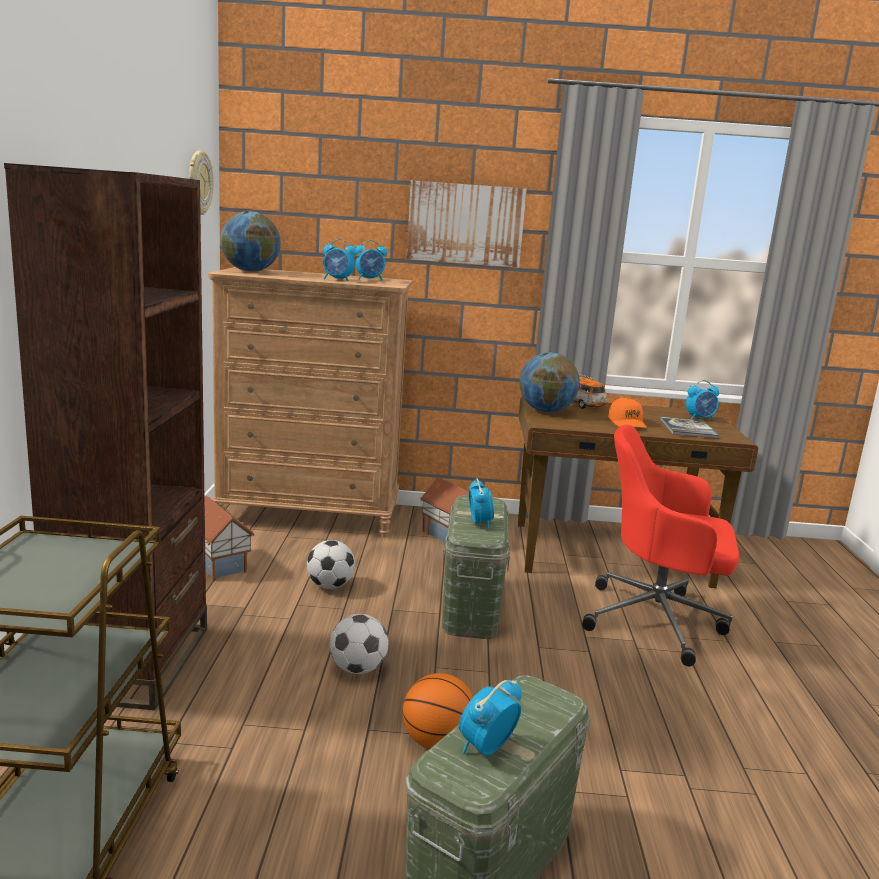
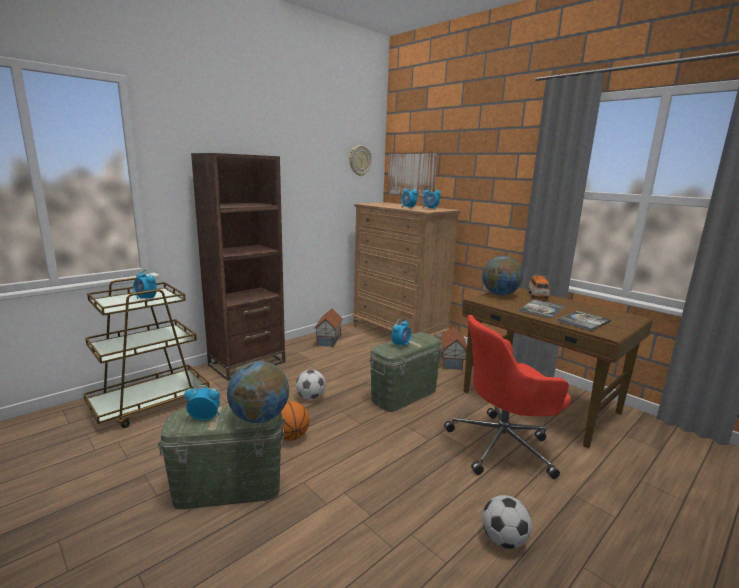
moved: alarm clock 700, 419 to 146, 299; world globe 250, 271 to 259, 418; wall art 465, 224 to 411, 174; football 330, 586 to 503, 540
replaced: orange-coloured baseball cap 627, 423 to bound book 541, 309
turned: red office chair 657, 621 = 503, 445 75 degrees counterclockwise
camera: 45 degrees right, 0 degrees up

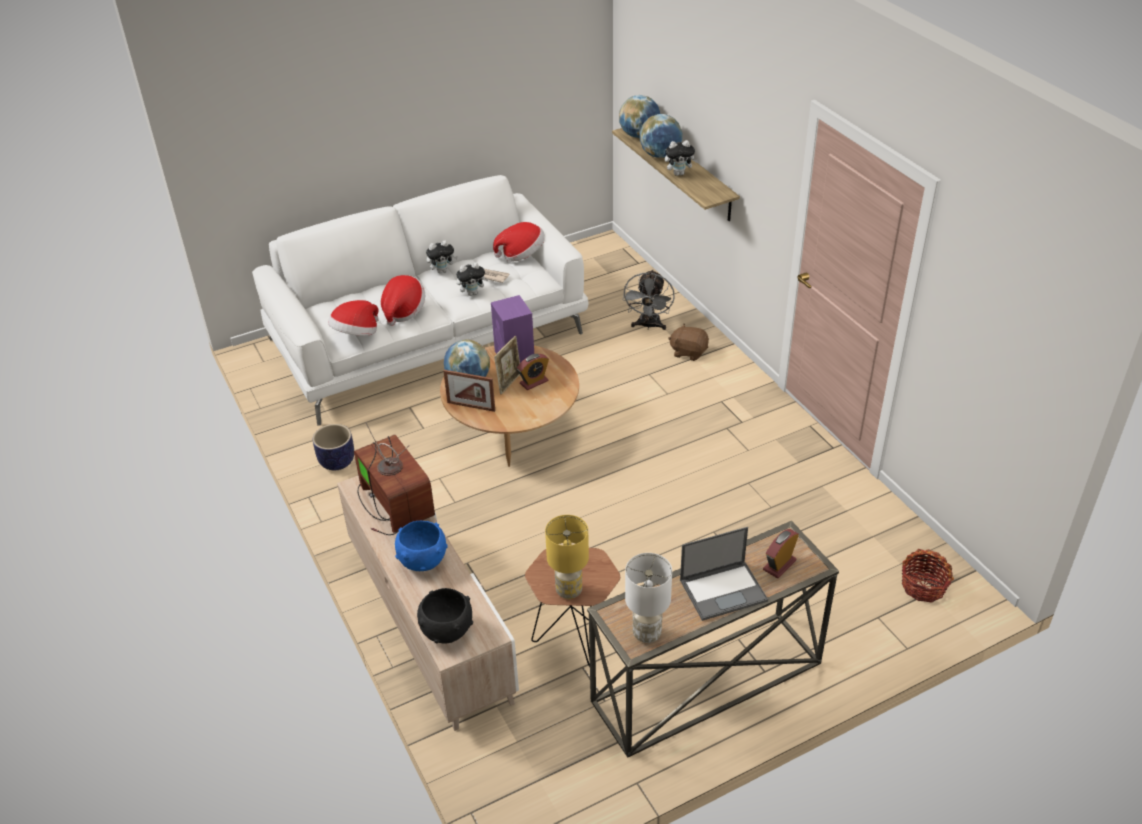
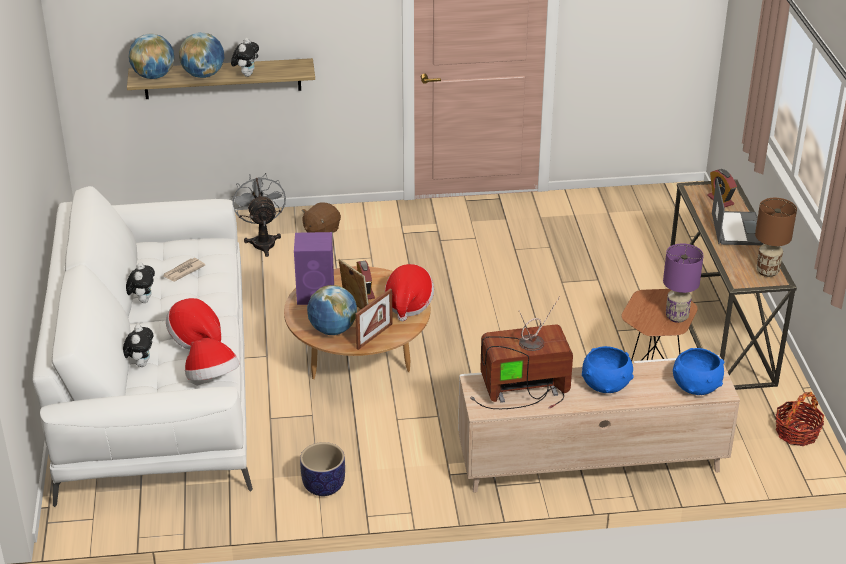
moved: soft toy 472, 293 to 140, 363; clothing hat 522, 254 to 408, 304; basket 923, 586 to 796, 433
recoloured: yellow tabletop lamp 569, 590 to purplish tabletop lamp 676, 316; black-coloured deep dish 447, 630 to blue-coloured deep dish 695, 387; white-coloured tabletop lamp 646, 634 to brownish tabletop lamp 767, 272
turned: grey cooling fan 648, 326 = 263, 241 135 degrees counterclockwise
camera: 70 degrees left, 5 degrees down

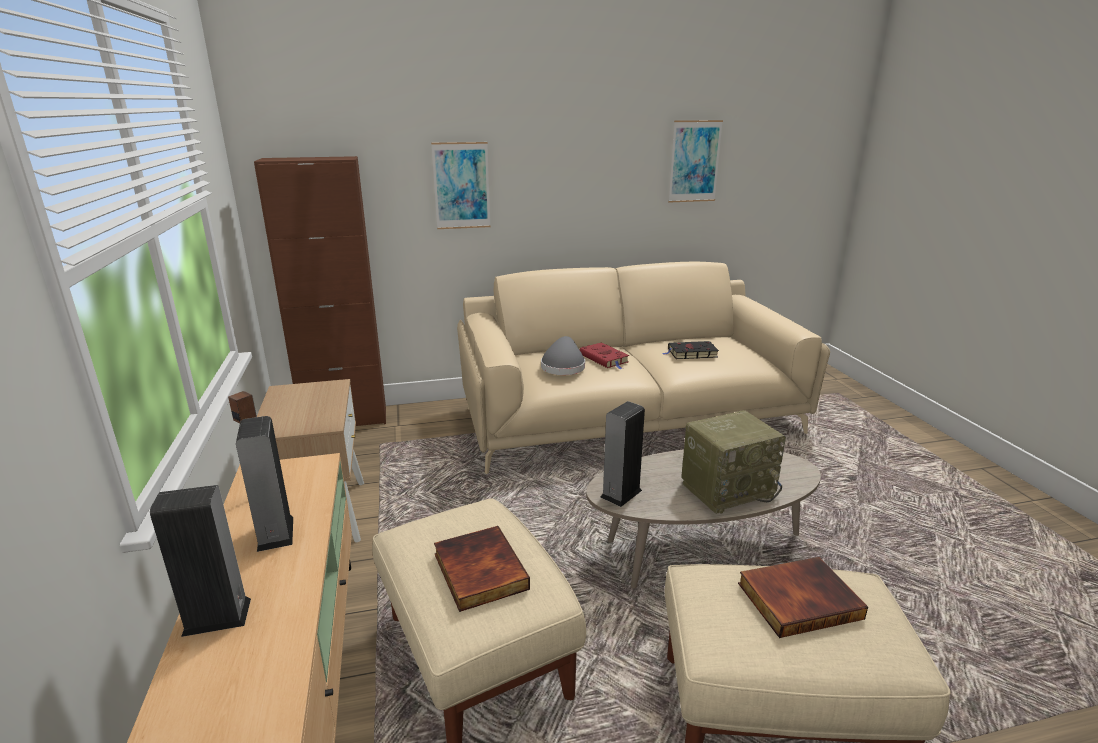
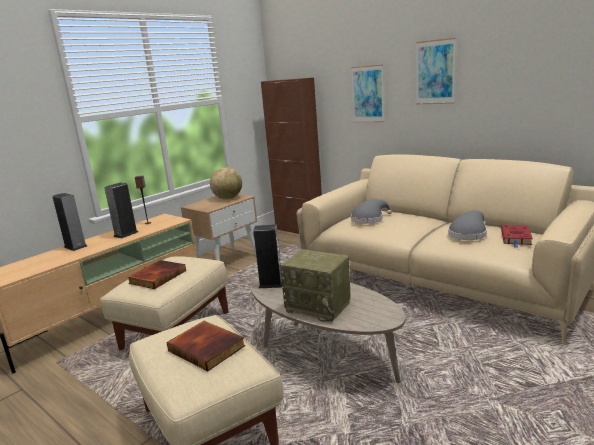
added: world globe 228, 198
moved: wall art 694, 161 to 435, 72; red bound book 604, 359 to 516, 238
replaced: black-coloured bound book 691, 353 to grey clothing hat 468, 234
camera: 55 degrees right, 5 degrees down

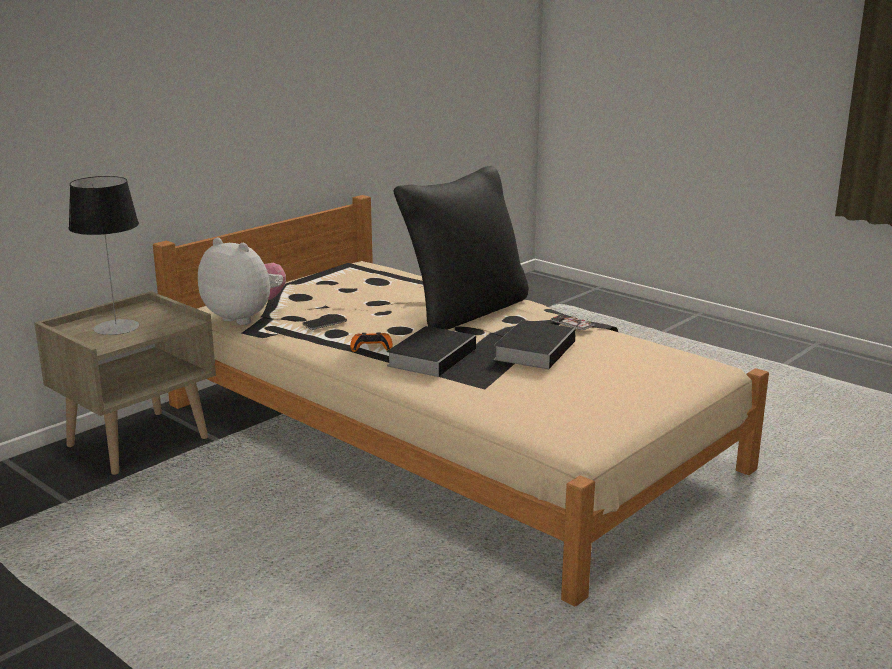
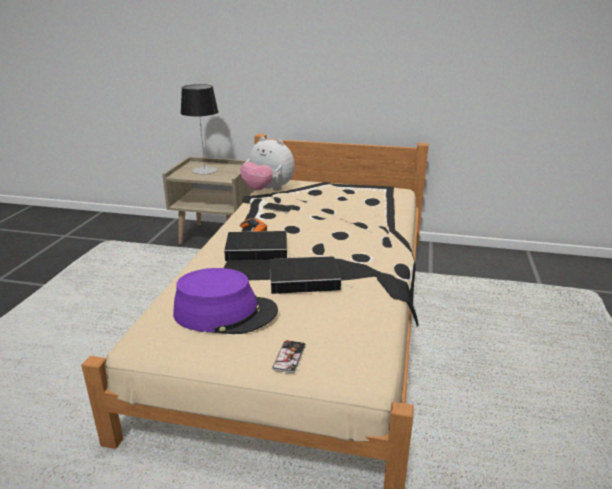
removed: black-coloured cushion 465, 311
added: purplish clothing hat 225, 313
moved: phone 572, 323 to 289, 357
turned: soft toy 244, 317 = 268, 190 120 degrees clockwise
camera: 60 degrees right, 5 degrees up

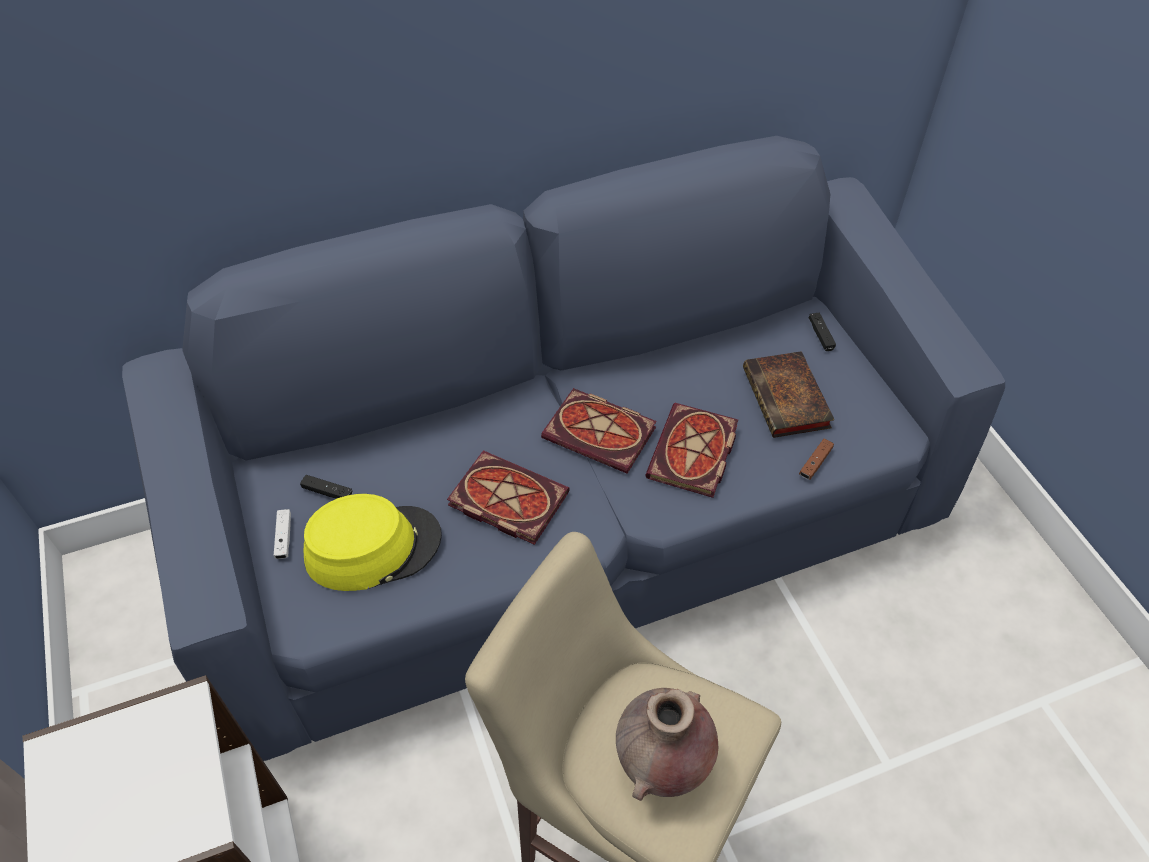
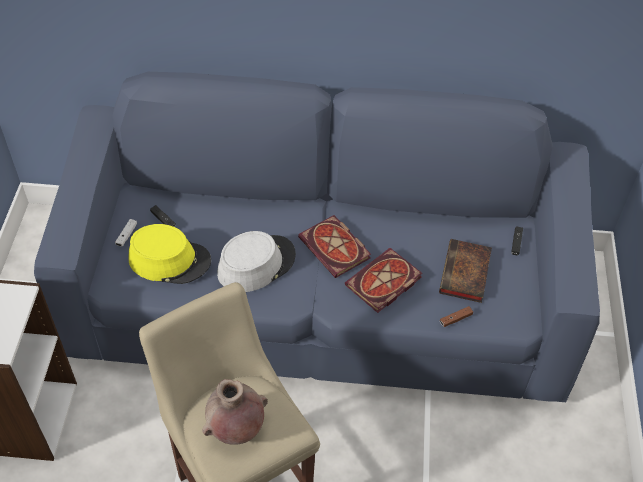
replaced: bound book 505, 500 to grey clothing hat 256, 264
camera: 25 degrees right, 0 degrees up

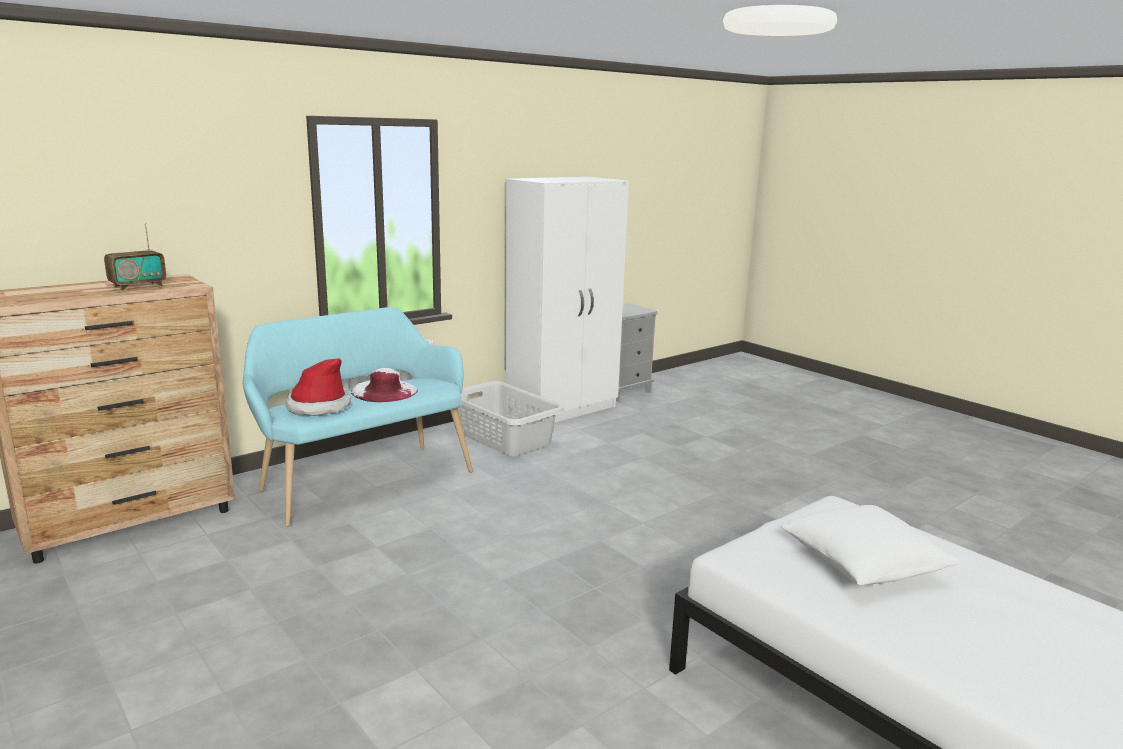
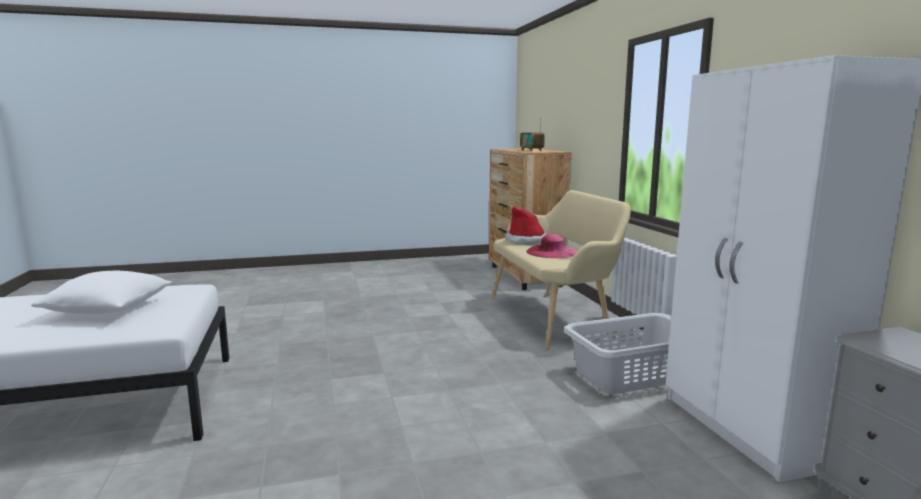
recoloured: turquoise-coloured bench 362, 479 to beige-coloured bench 553, 317; white-coloured clothing hat 384, 391 to pinkish clothing hat 552, 252
camera: 115 degrees right, 5 degrees down

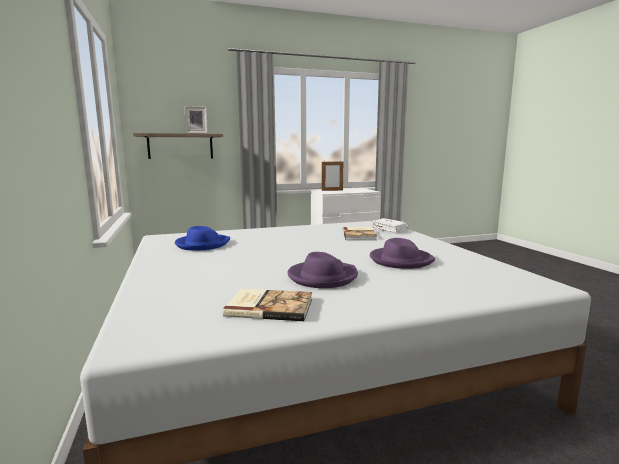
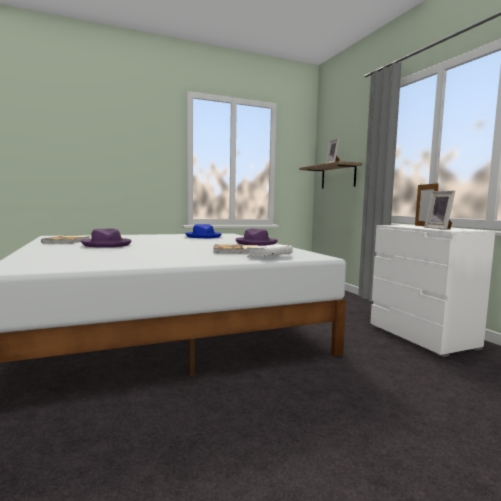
added: picture frame 440, 228
moved: purplish clothing hat 400, 260 to 256, 243
camera: 85 degrees right, 5 degrees down

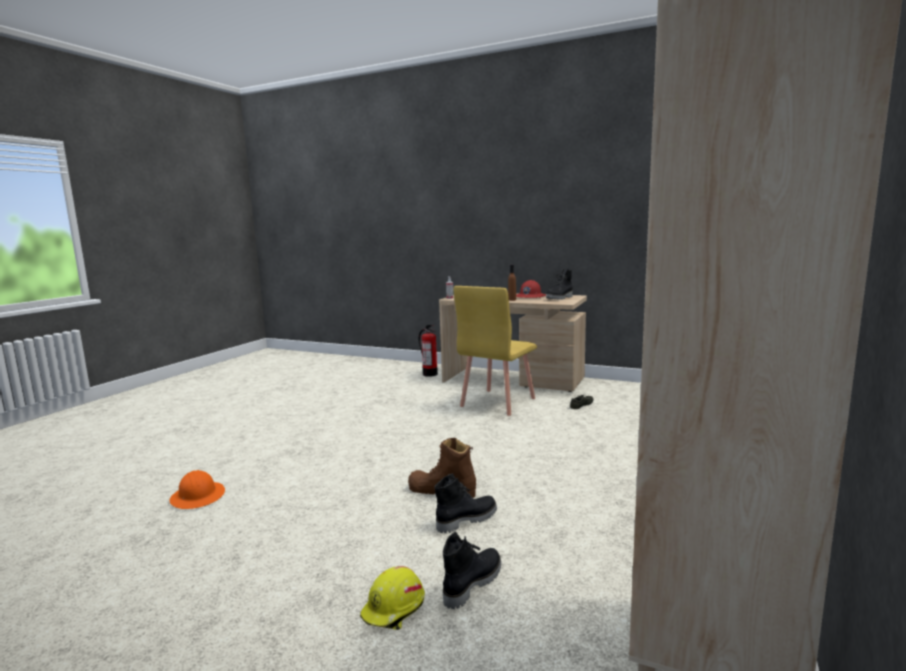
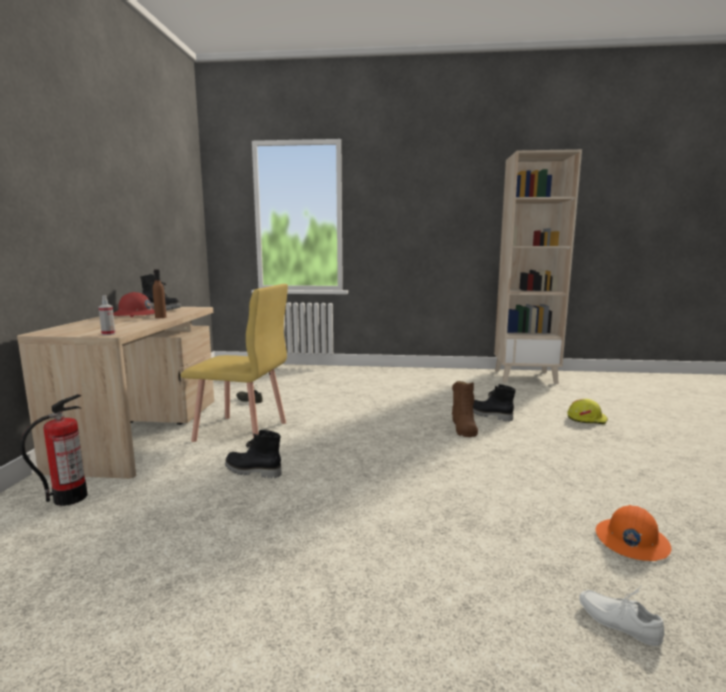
added: white-coloured low shoe 619, 621
moved: black-coloured tall boot 472, 583 to 252, 471
camera: 110 degrees left, 0 degrees up

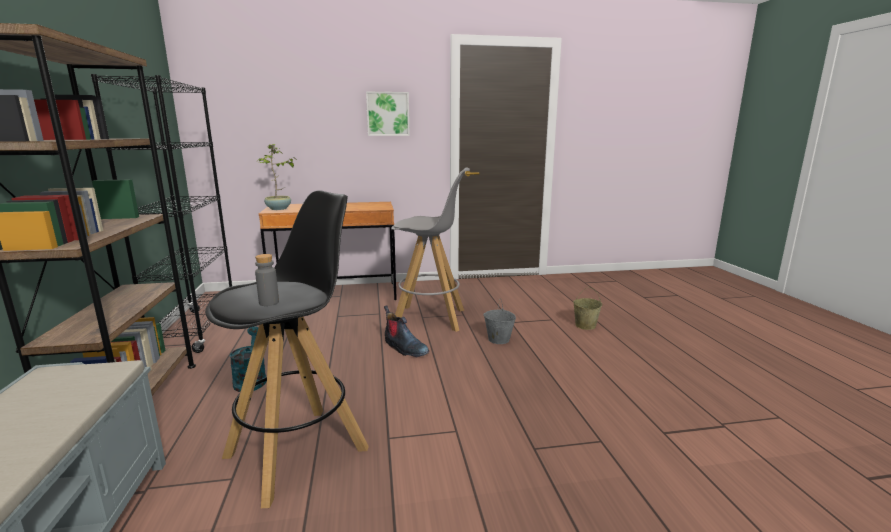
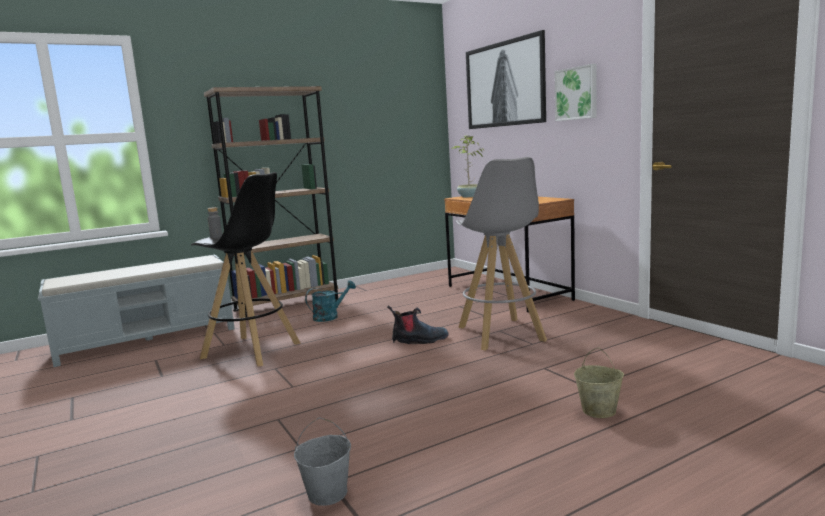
removed: black-coloured bookshelf 196, 330
added: wall art 504, 84
moved: grey bucket 498, 339 to 328, 493
turned: tall boot 404, 348 = 419, 340 120 degrees counterclockwise
camera: 70 degrees right, 5 degrees down

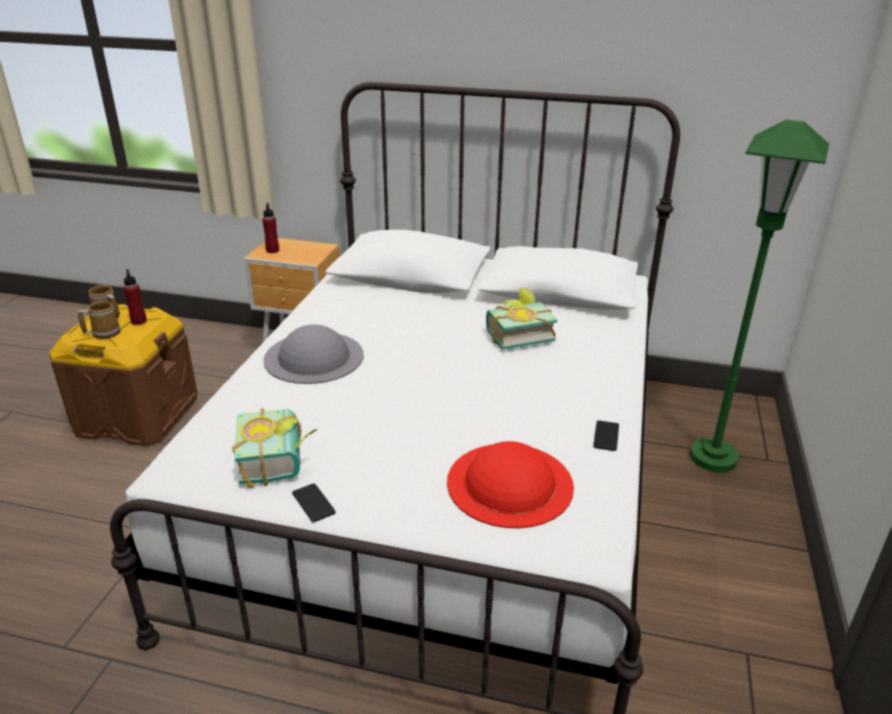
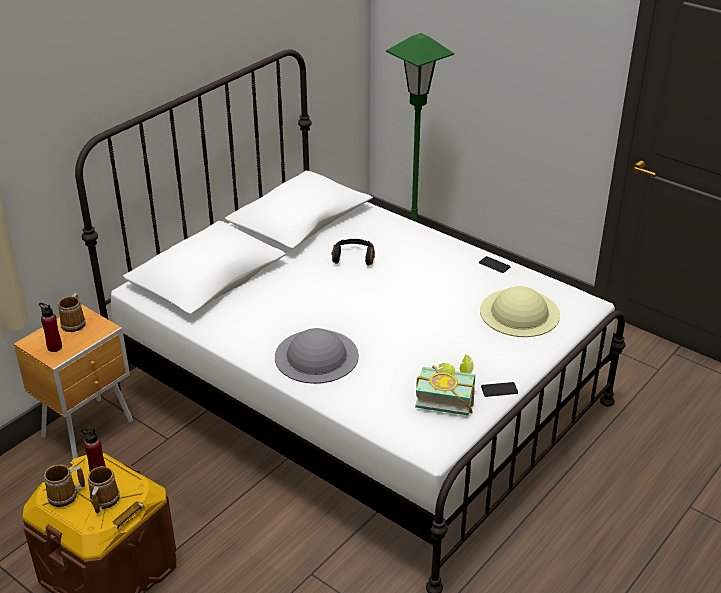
added: mug 74, 323
replaced: bound book 517, 335 to black-coloured headset 354, 257
recoloured: red clothing hat 509, 483 to beige-coloured clothing hat 519, 312
camera: 65 degrees left, 5 degrees up

